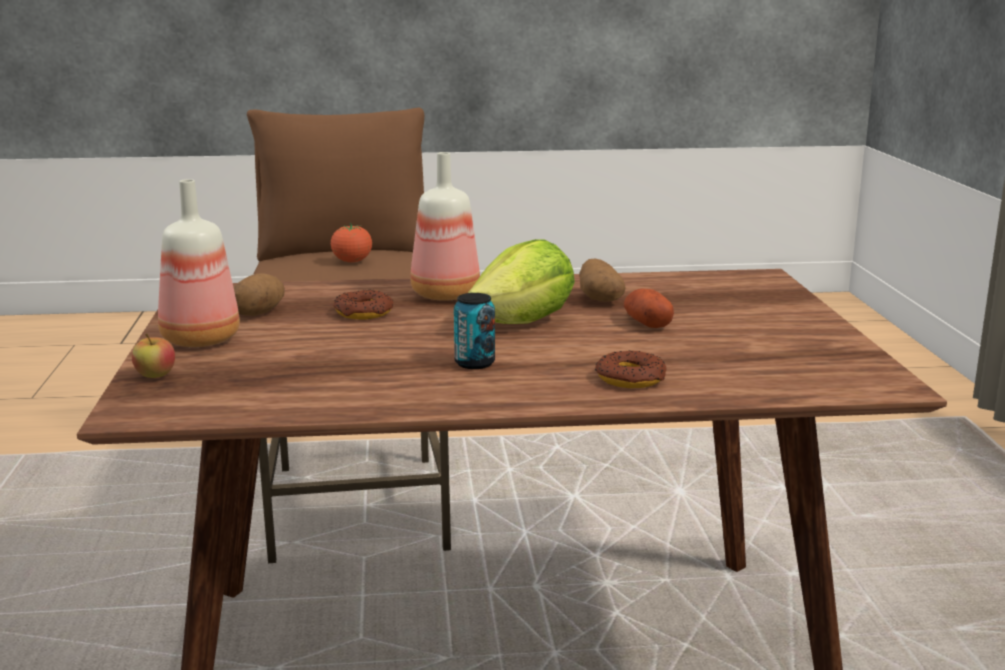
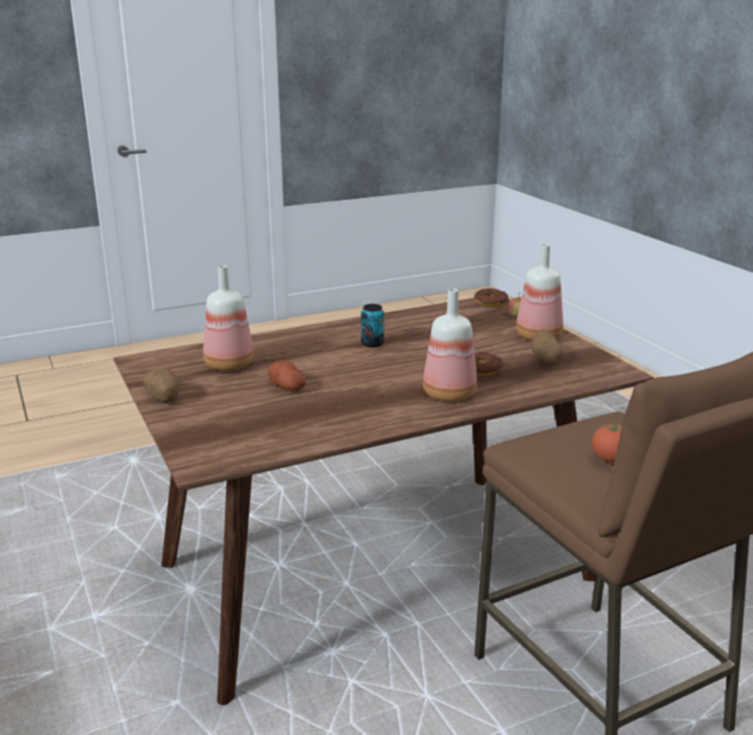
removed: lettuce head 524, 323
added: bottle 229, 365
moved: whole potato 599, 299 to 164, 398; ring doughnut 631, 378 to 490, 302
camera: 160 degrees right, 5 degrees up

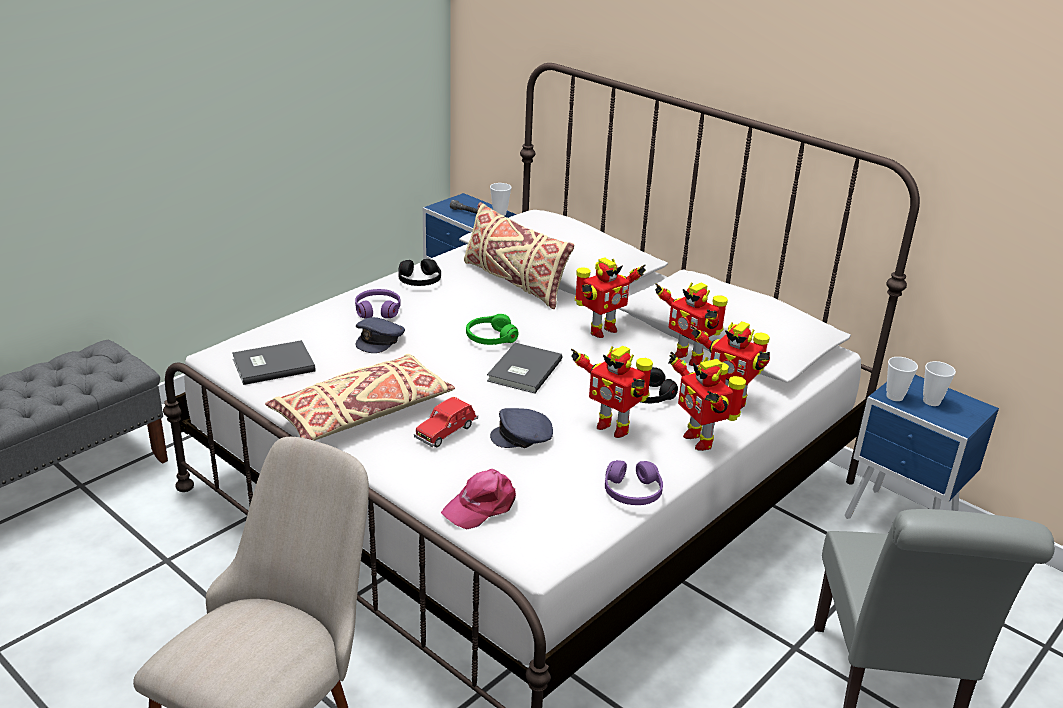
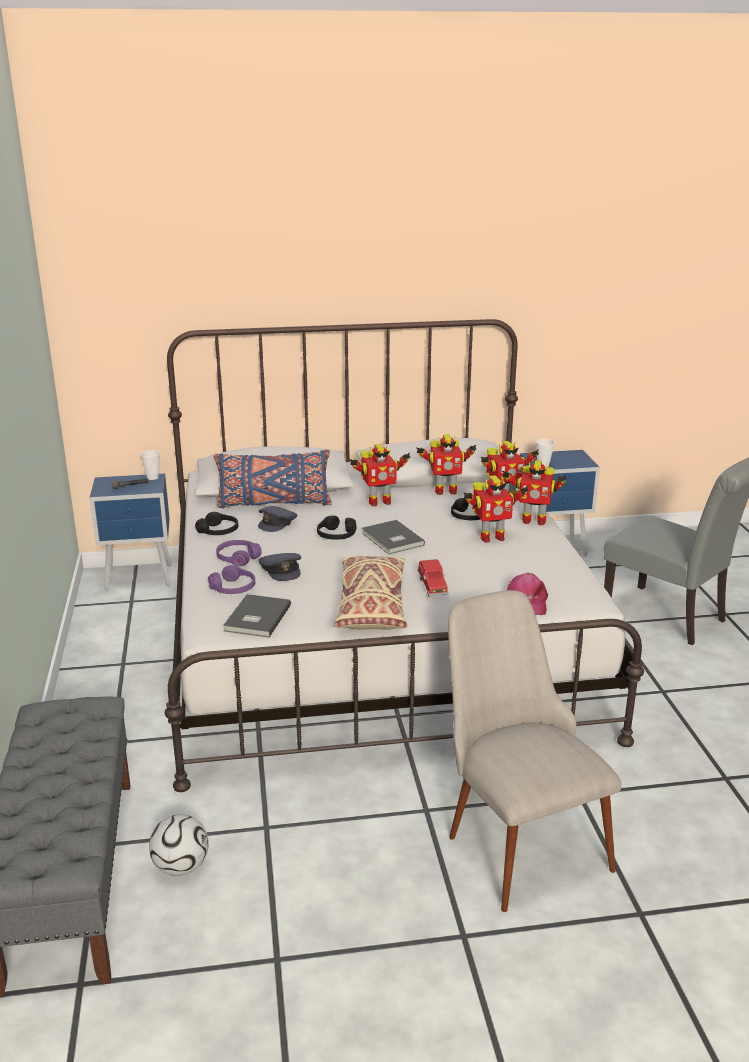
removed: small cup 931, 401
added: football 181, 866
moved: purplish headset 632, 492 to 233, 588; grey baseball cap 523, 437 to 277, 523
recoloured: beige-coloured cushion 514, 282 to blue-coloured cushion 274, 503; green headset 490, 338 to black-coloured headset 336, 535
turned: robot figure 601, 330 = 378, 502 75 degrees clockwise
camera: 50 degrees left, 5 degrees down

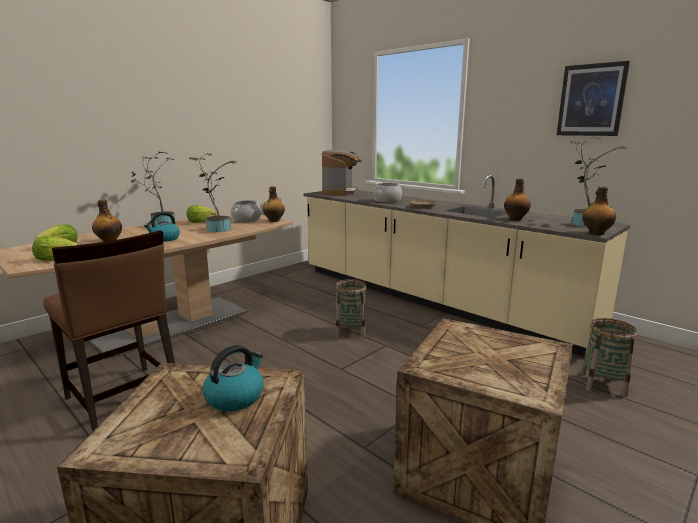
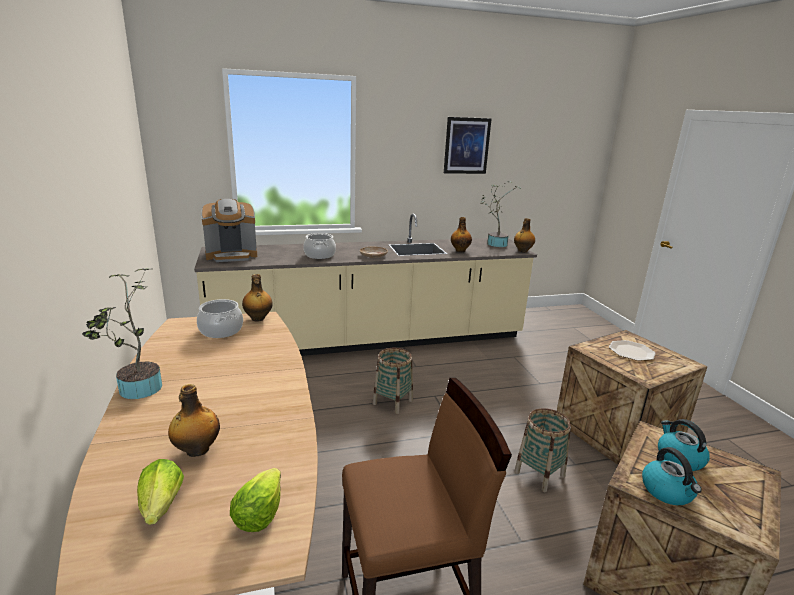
removed: lettuce head 200, 222; potted plant 218, 229
added: plate 631, 351
moved: basket 603, 384 to 539, 474; tea kettle 164, 239 to 667, 491
turned: coffee brewer 340, 192 = 232, 255 120 degrees clockwise
camera: 60 degrees left, 5 degrees up

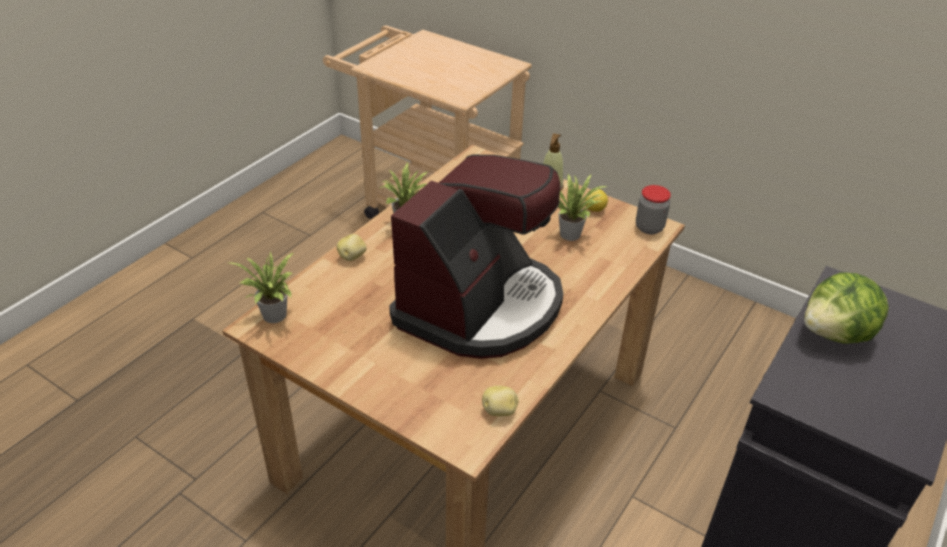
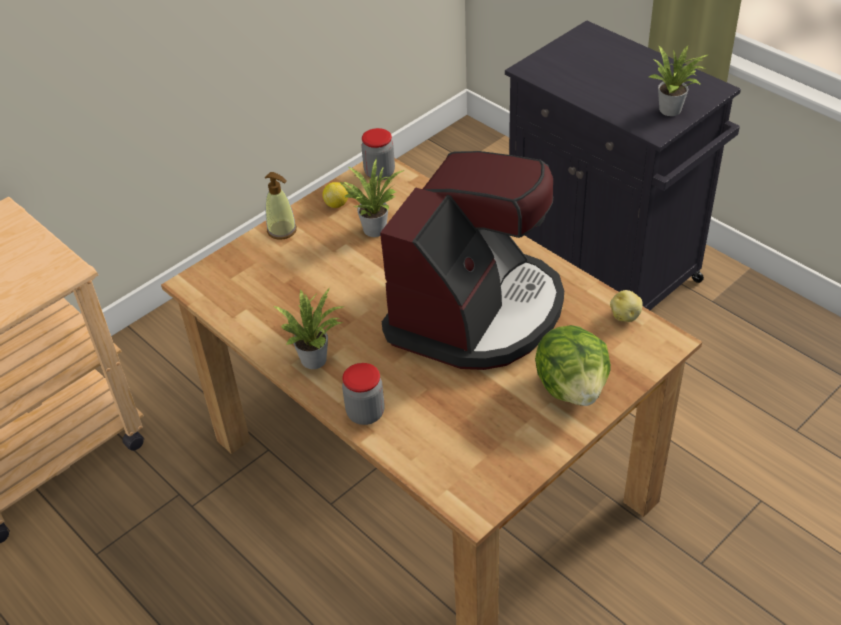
moved: lettuce head 836, 334 to 572, 387; potted plant 274, 317 to 673, 110
replaced: whole potato 352, 257 to storage jar 365, 413
turned: coffee brewer 480, 306 = 477, 312 75 degrees clockwise
camera: 75 degrees left, 5 degrees up

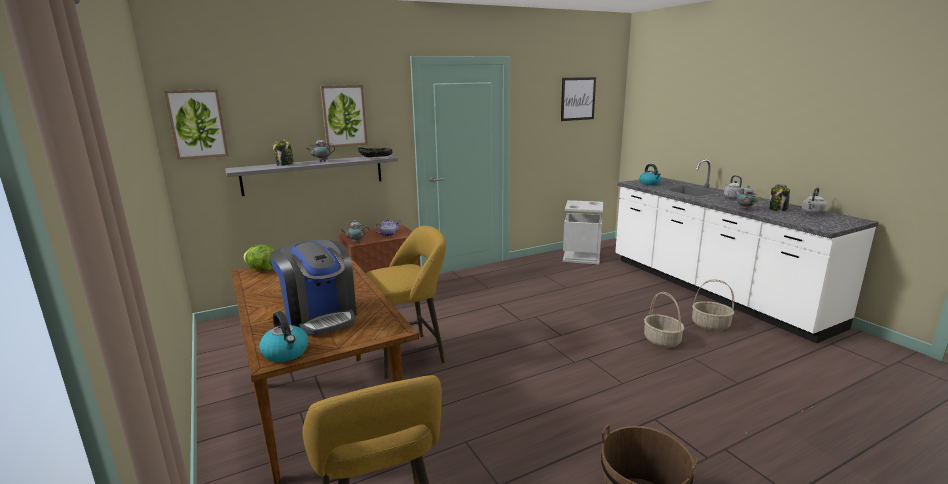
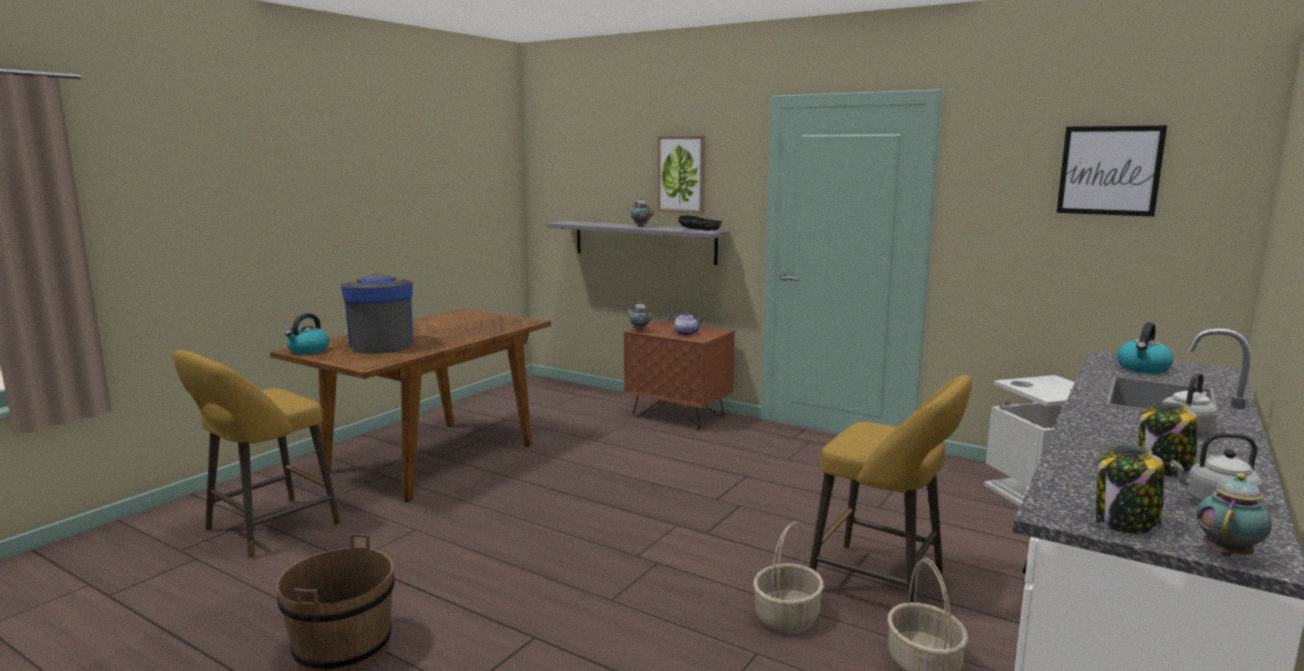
removed: wall art 197, 124; lettuce head 262, 270
moved: yellow stool seat 410, 355 to 884, 584; storage jar 285, 164 to 1125, 524; tea pot 744, 209 to 1228, 552
turned: coffee brewer 320, 316 = 381, 344 135 degrees clockwise
camera: 60 degrees right, 5 degrees down

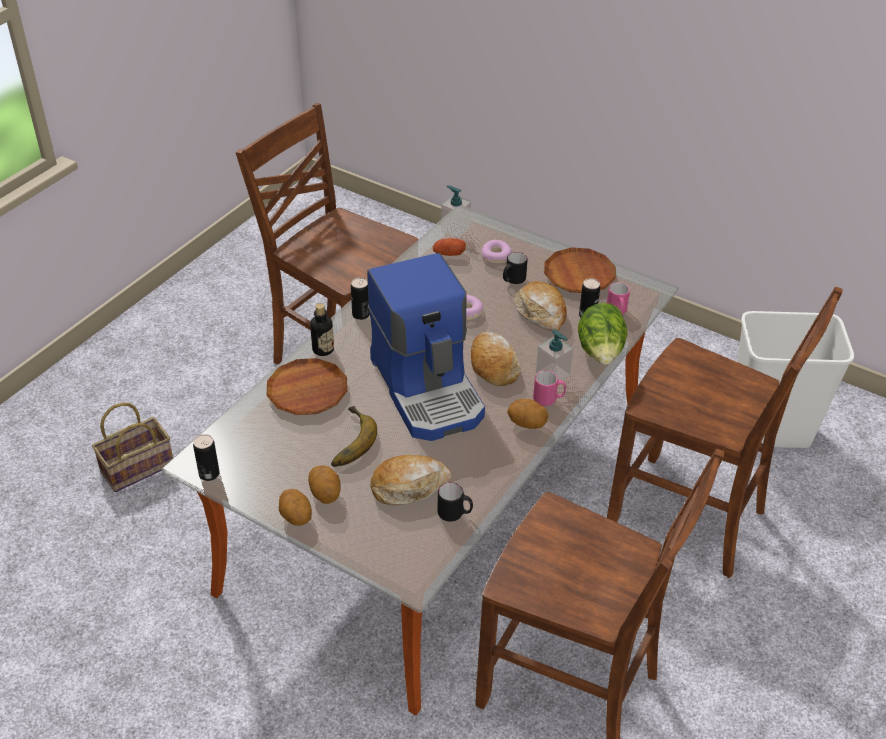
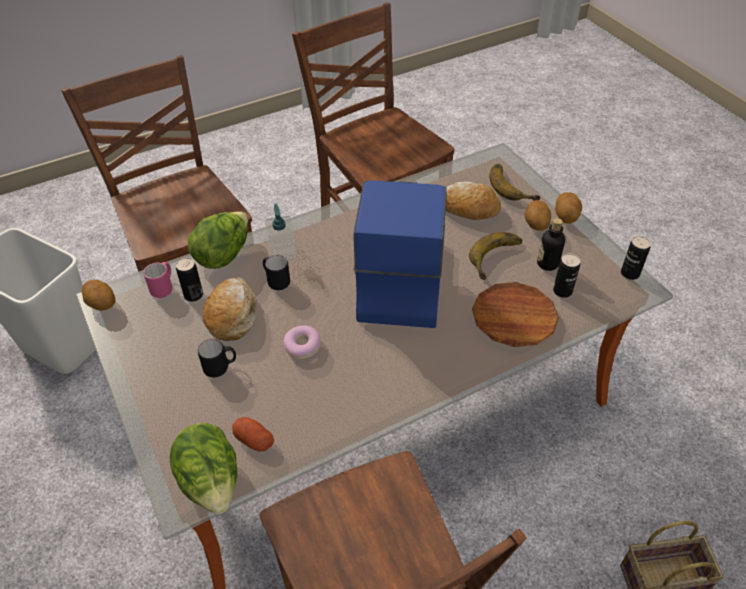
removed: bread 493, 365; ring doughnut 496, 256; pinkish mug 548, 399; brownish plate 579, 275
added: whole banana 513, 185
moved: whole potato 527, 423 to 102, 305; black-coloured mug 455, 514 to 276, 281; bottle 323, 349 to 547, 263; metal can 361, 314 to 562, 291
replaced: soap bottle 455, 229 to lettuce head 211, 482
camera: 150 degrees left, 5 degrees up

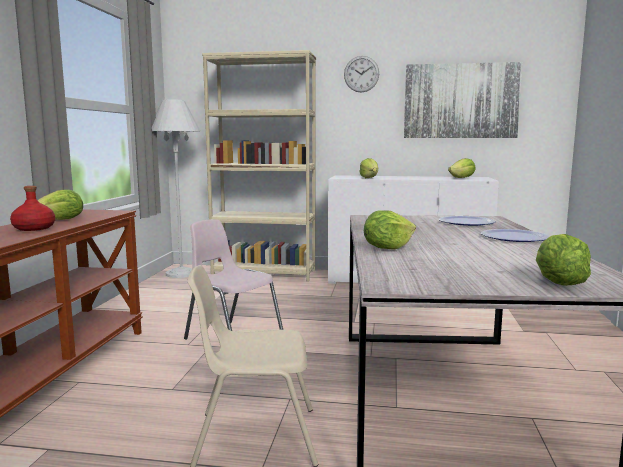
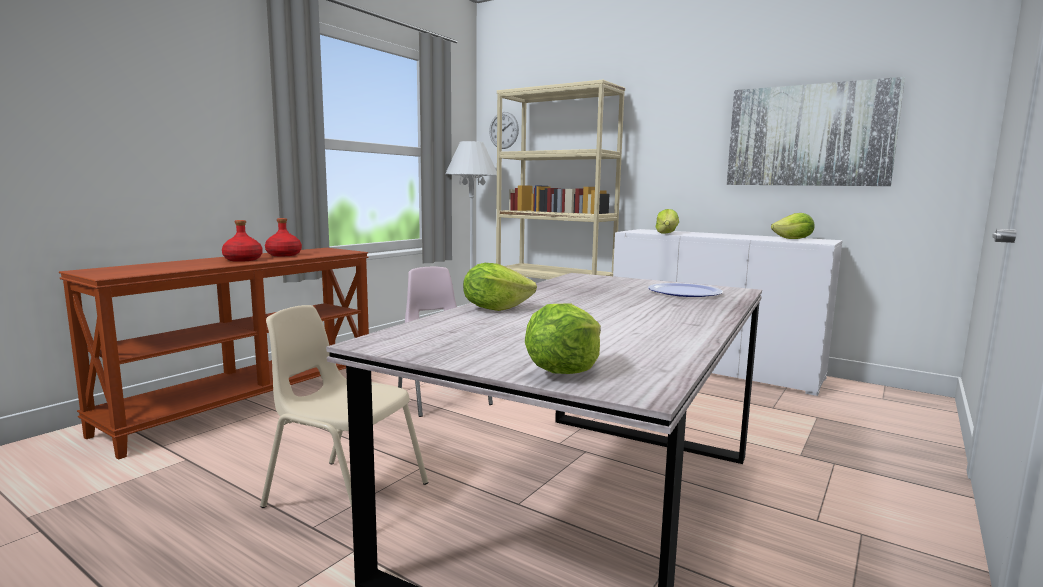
removed: plate 514, 237
moved: hanging clock 361, 74 to 503, 130
replaced: lettuce head 61, 220 to red bottle 284, 255
camera: 25 degrees right, 0 degrees up

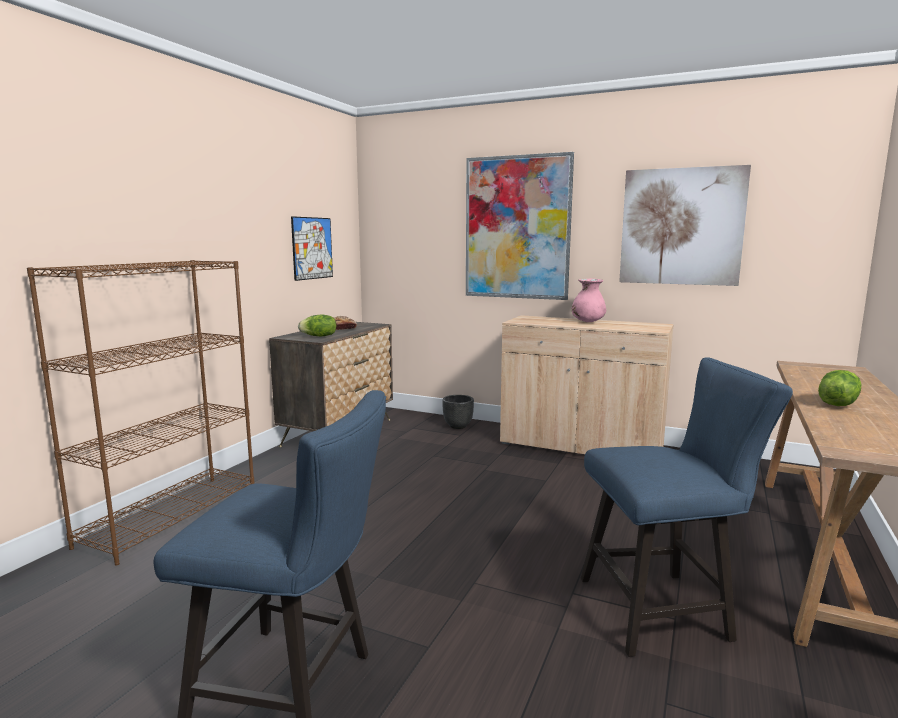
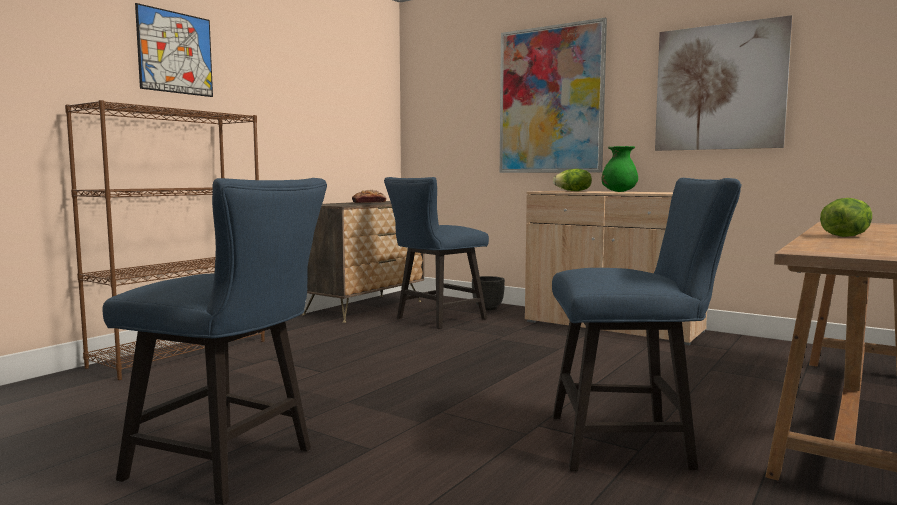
added: blue-coloured plain chair 435, 319
moved: wall art 312, 248 to 175, 52; lettuce head 319, 336 to 573, 191
recoloured: pinkish vase 588, 321 to green vase 619, 191
camera: 10 degrees right, 5 degrees down

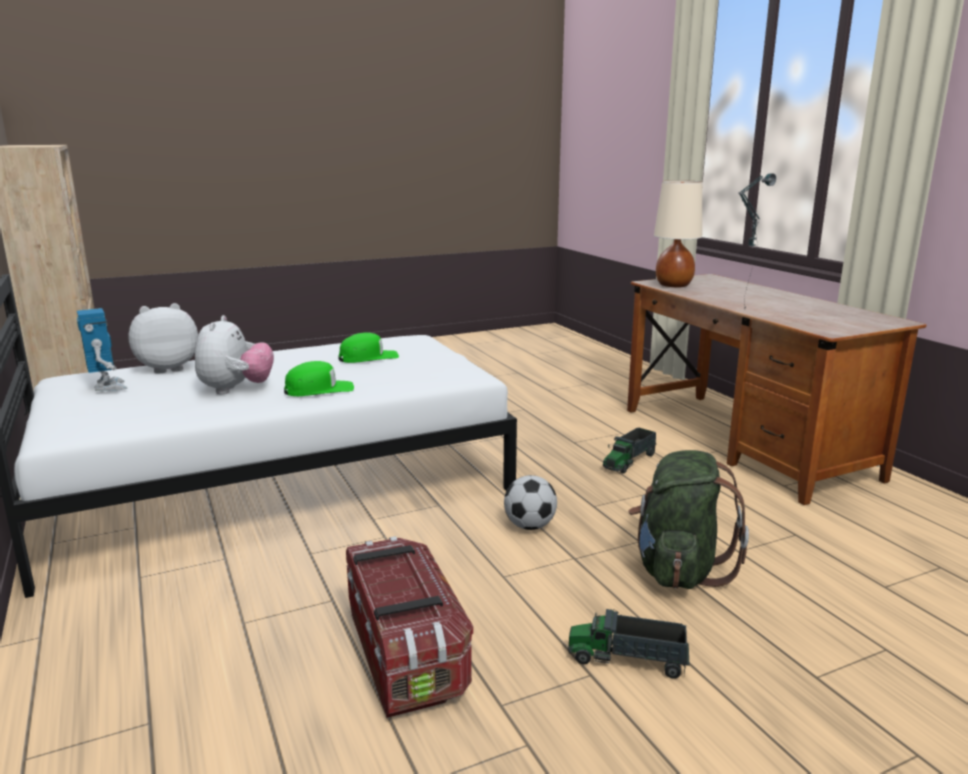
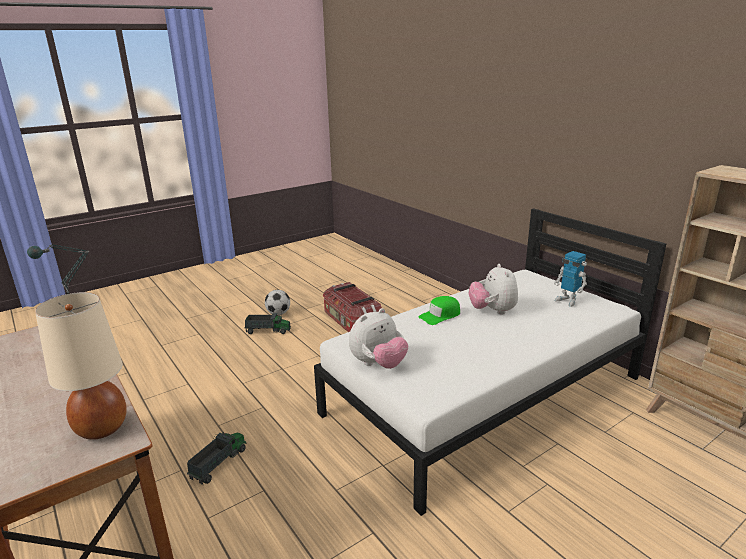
removed: green baseball cap 368, 357; green knapsack 678, 570
moved: football 530, 526 to 278, 314; soft toy 167, 368 to 378, 364
camera: 170 degrees right, 5 degrees up

